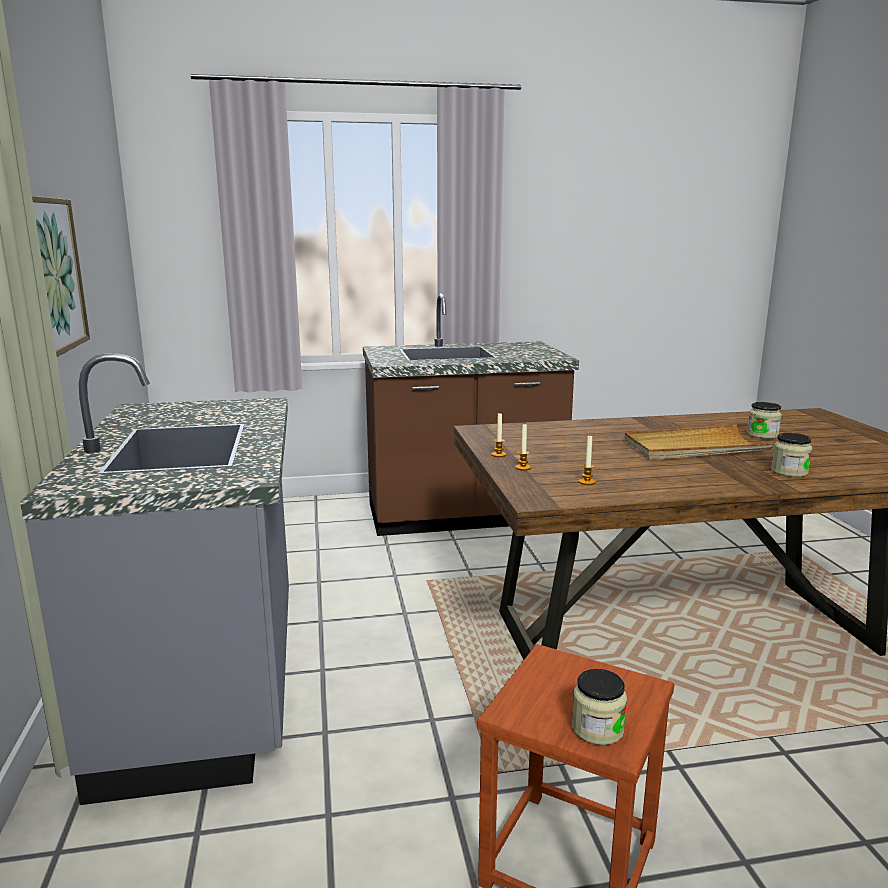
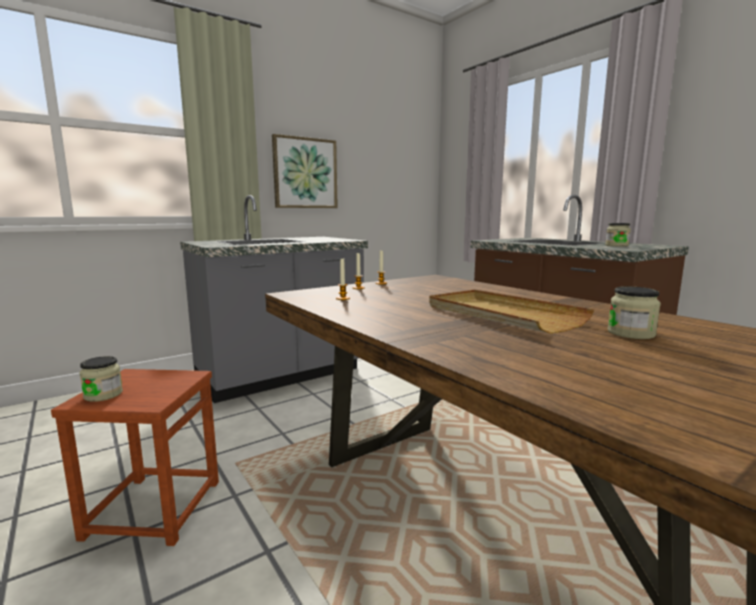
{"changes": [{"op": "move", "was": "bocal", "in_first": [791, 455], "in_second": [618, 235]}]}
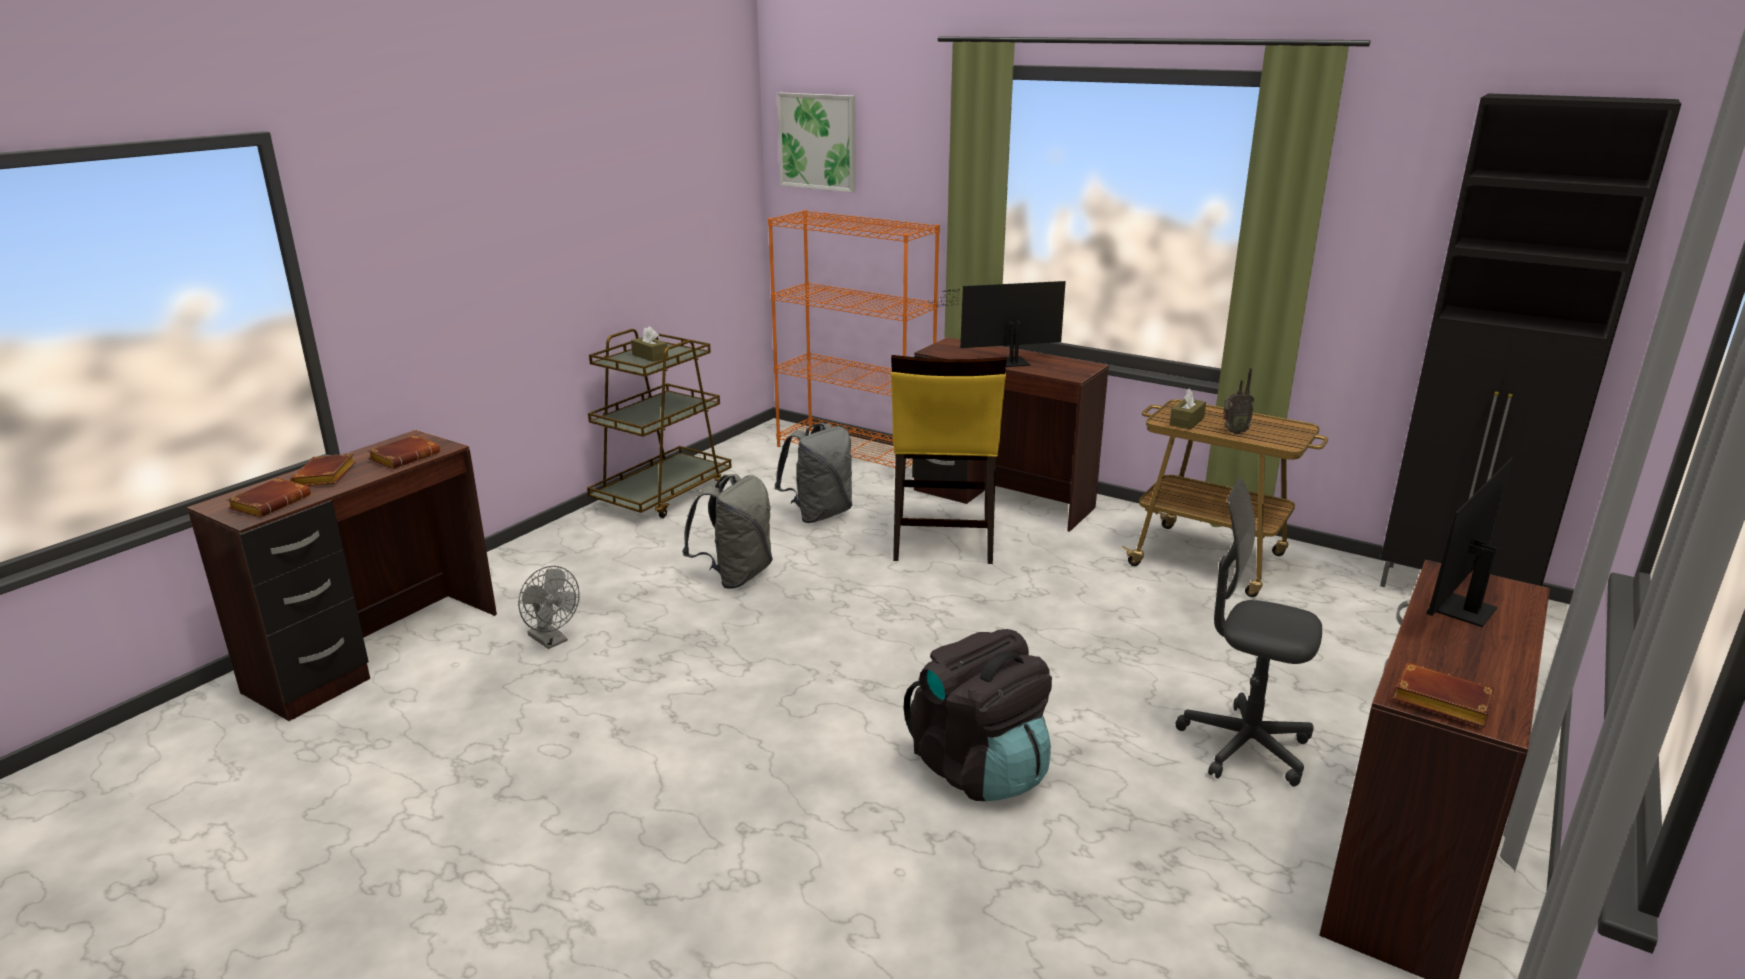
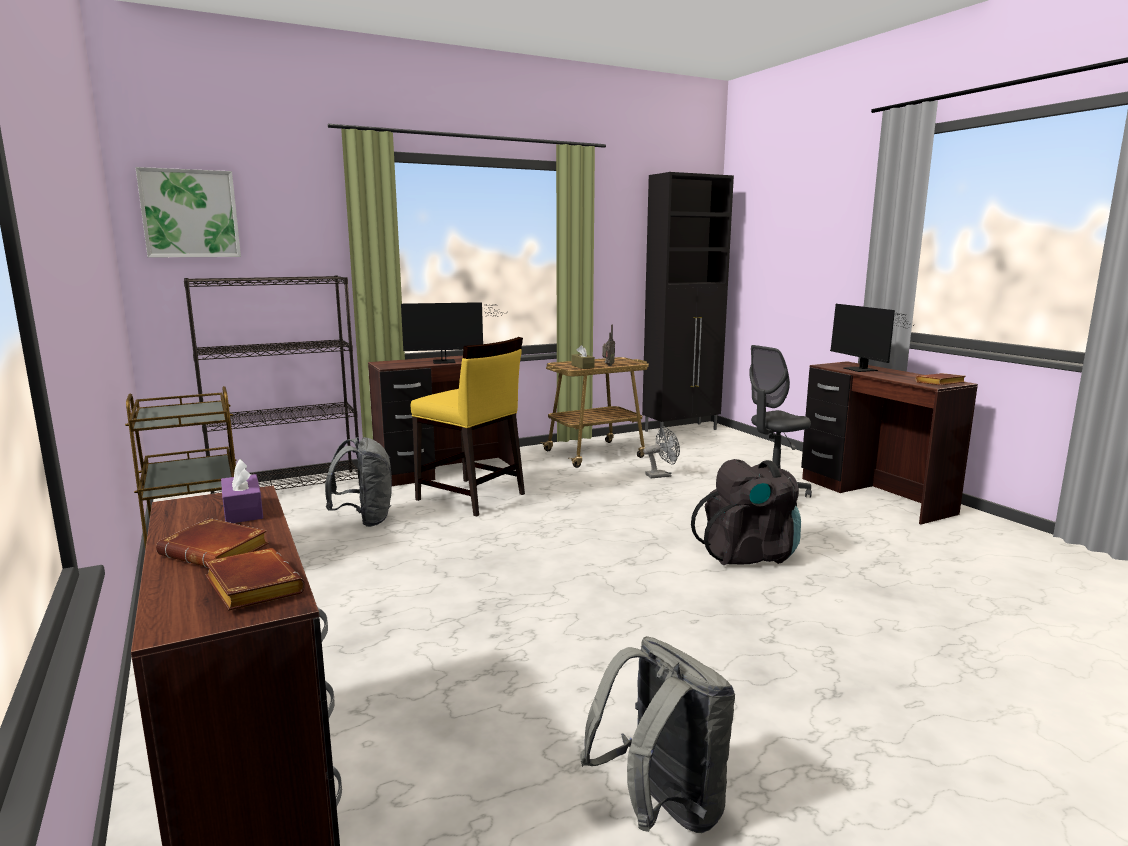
{"changes": [{"op": "delete", "was": "boîte à mouchoirs [marron]", "in_first": [649, 344]}, {"op": "move", "was": "ventilateur [gris]", "in_first": [548, 607], "in_second": [661, 452]}, {"op": "move", "was": "sac à dos [gris]", "in_first": [727, 531], "in_second": [657, 734]}, {"op": "replace", "was": "livre [marron]", "now": "boîte à mouchoirs [violet]", "in_first": [404, 452], "in_second": [242, 491]}, {"op": "recolor", "was": "bibliothèque [orange]", "now": "bibliothèque [noir]", "in_first": [854, 339], "in_second": [272, 384]}, {"op": "rotate", "was": "écran d'ordinateur", "in_first": [997, 324], "in_second": [452, 333], "clockwise": -120}]}
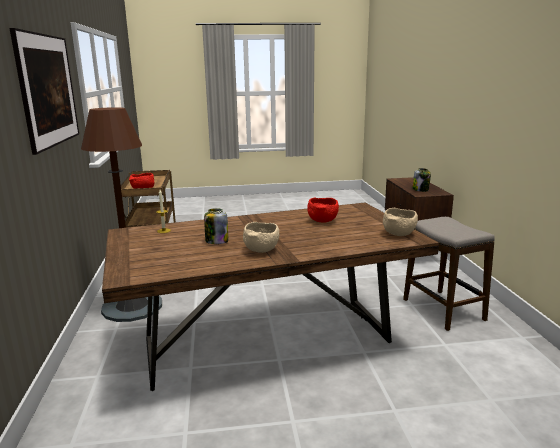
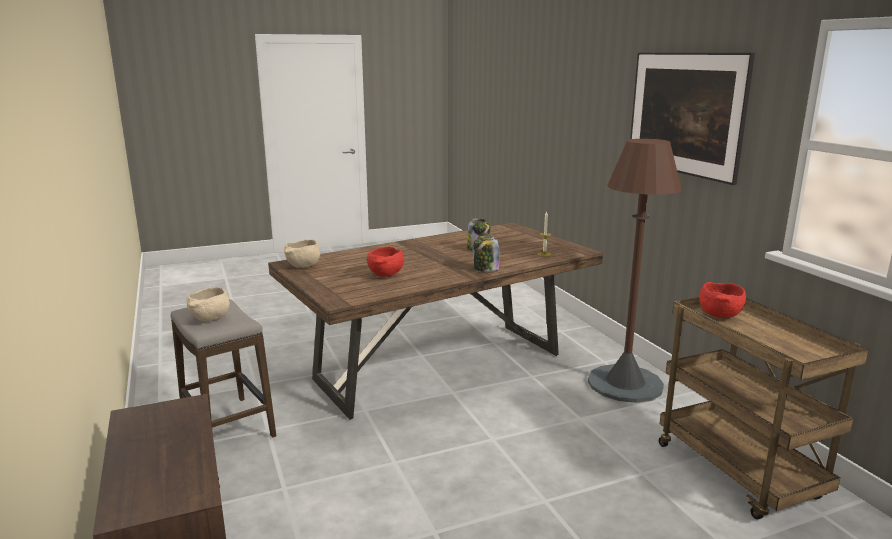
{"changes": [{"op": "move", "was": "bol [beige]", "in_first": [261, 237], "in_second": [208, 304]}, {"op": "move", "was": "bocal", "in_first": [421, 180], "in_second": [486, 254]}]}
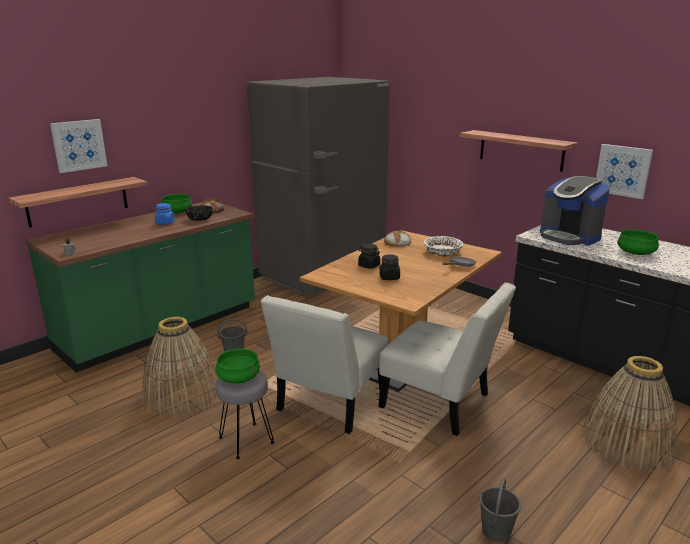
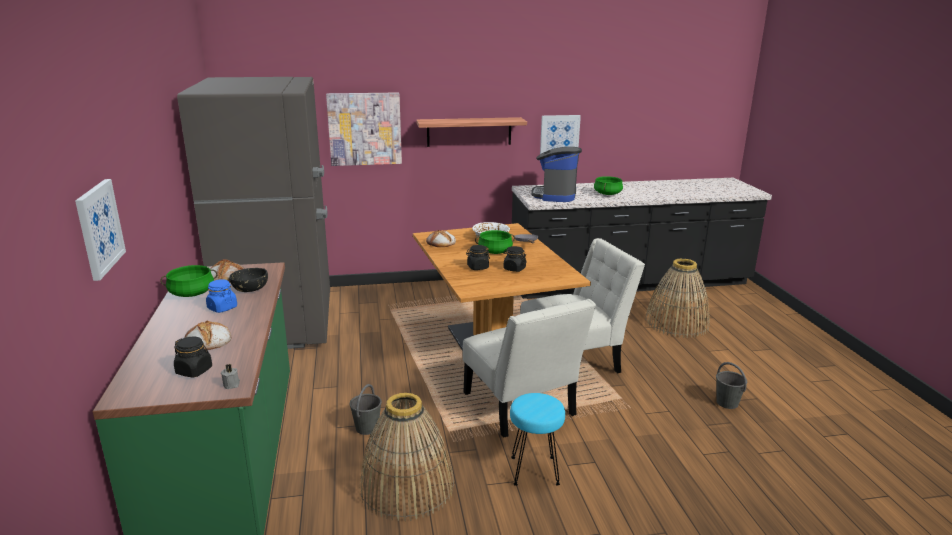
{"changes": [{"op": "delete", "was": "étagère", "in_first": [78, 202]}, {"op": "insert", "now": "bocal [noir]", "in_second": [193, 357]}, {"op": "insert", "now": "pain", "in_second": [207, 335]}, {"op": "insert", "now": "tableau", "in_second": [364, 129]}, {"op": "move", "was": "marmite [vert]", "in_first": [237, 366], "in_second": [495, 242]}, {"op": "recolor", "was": "tabouret [gris]", "now": "tabouret [turquoise]", "in_first": [245, 414], "in_second": [537, 439]}, {"op": "rotate", "was": "machine à café", "in_first": [575, 211], "in_second": [556, 174], "clockwise": 105}]}
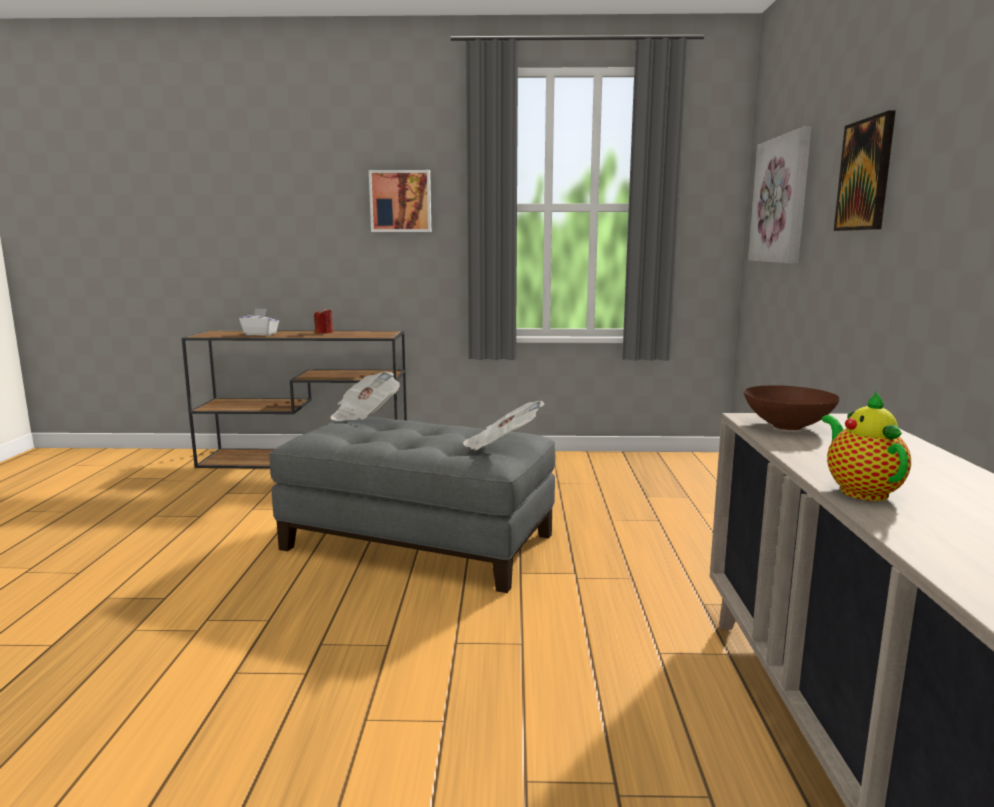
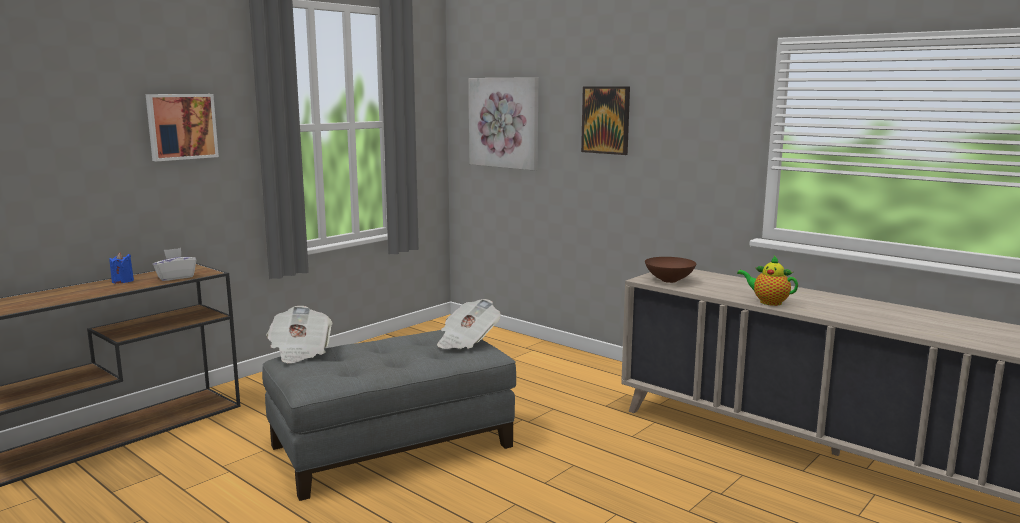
{"changes": [{"op": "move", "was": "boîte à mouchoirs [blanc]", "in_first": [259, 322], "in_second": [174, 264]}, {"op": "recolor", "was": "bougie [rouge]", "now": "bougie [bleu]", "in_first": [323, 321], "in_second": [121, 268]}]}
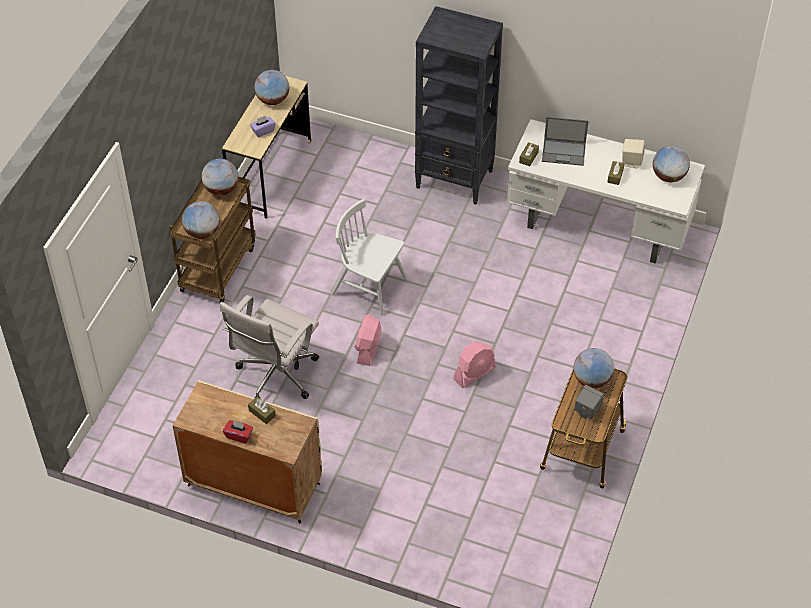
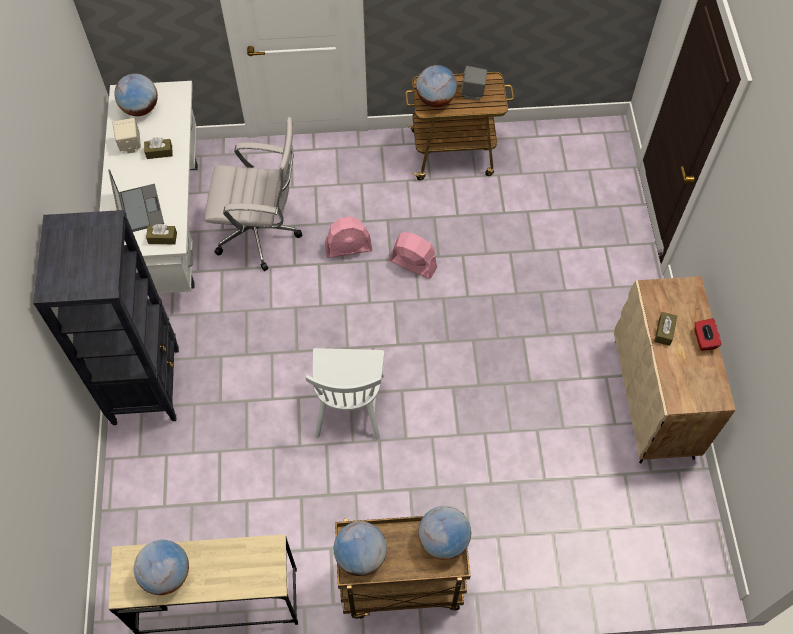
{"changes": [{"op": "delete", "was": "boîte à mouchoirs [violet]", "in_first": [263, 126]}, {"op": "move", "was": "chaise de bureau [blanc]", "in_first": [269, 347], "in_second": [253, 194]}, {"op": "move", "was": "ventilateur [rose]", "in_first": [368, 340], "in_second": [348, 237]}]}
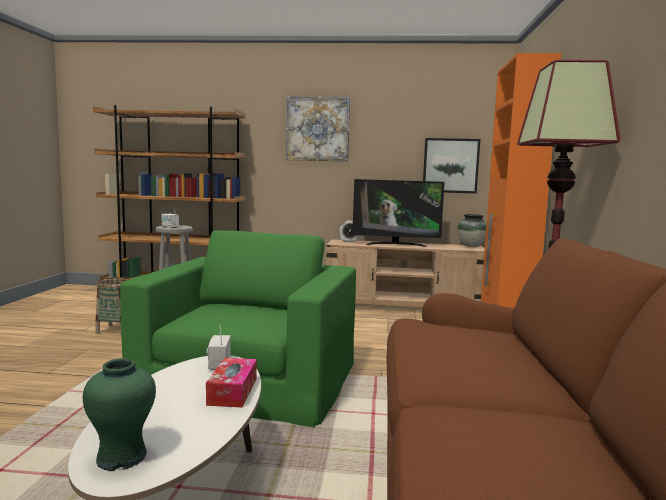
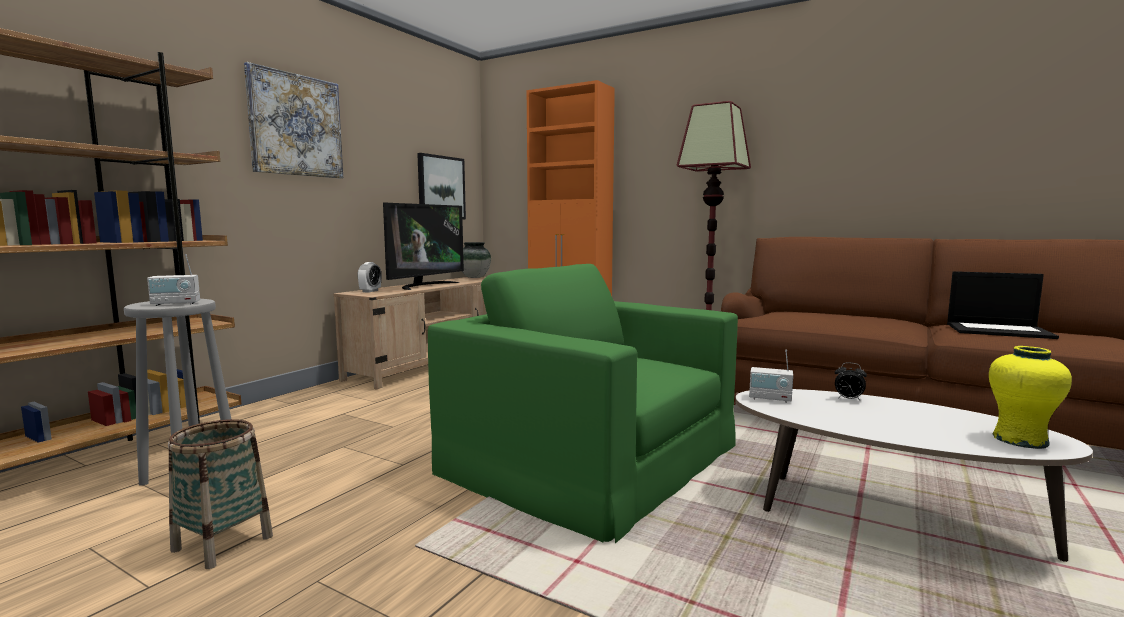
{"changes": [{"op": "insert", "now": "ordinateur portable", "in_second": [1003, 305]}, {"op": "replace", "was": "boîte à mouchoirs", "now": "réveil", "in_first": [231, 382], "in_second": [851, 381]}, {"op": "recolor", "was": "vase [vert]", "now": "vase [jaune]", "in_first": [119, 414], "in_second": [1030, 397]}]}
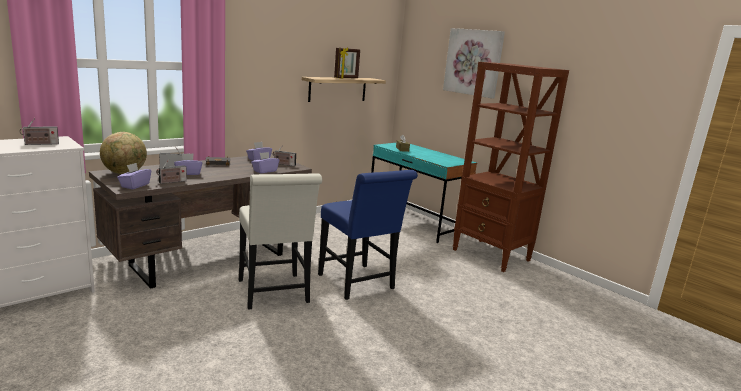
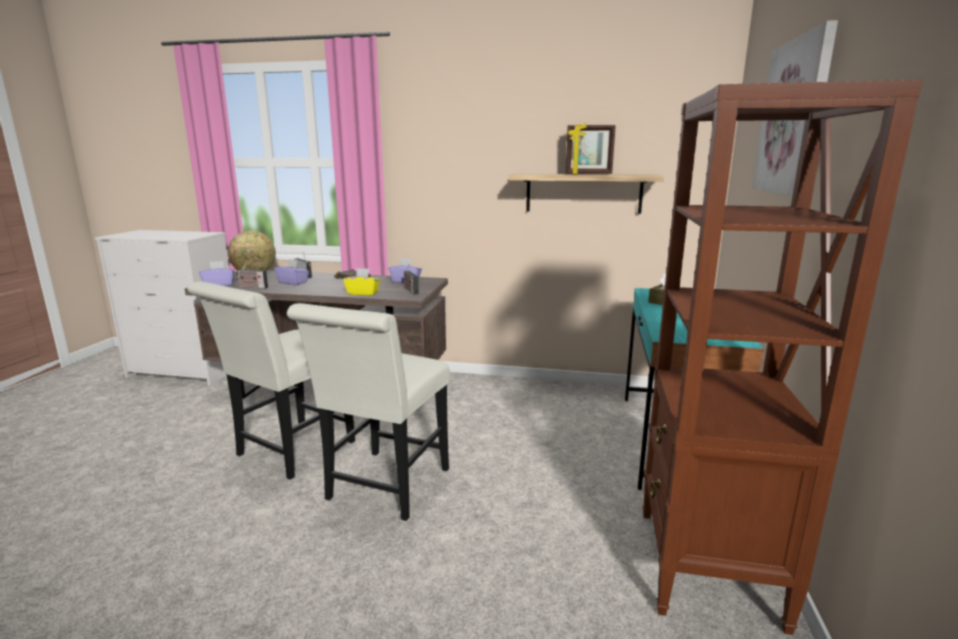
{"changes": [{"op": "delete", "was": "radio", "in_first": [39, 131]}, {"op": "recolor", "was": "boîte à mouchoirs [violet]", "now": "boîte à mouchoirs [jaune]", "in_first": [265, 162], "in_second": [361, 282]}, {"op": "recolor", "was": "chaise [bleu]", "now": "chaise [blanc]", "in_first": [368, 235], "in_second": [368, 412]}]}
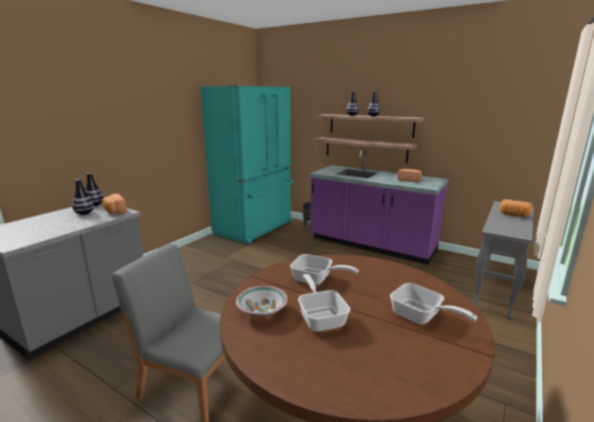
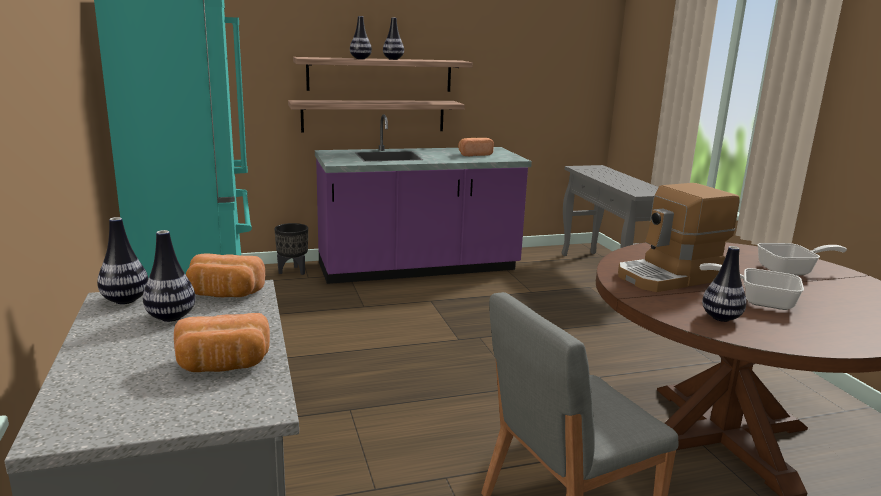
{"changes": [{"op": "move", "was": "pain", "in_first": [516, 208], "in_second": [222, 342]}, {"op": "replace", "was": "bol", "now": "vase", "in_first": [262, 302], "in_second": [724, 284]}, {"op": "replace", "was": "poêle", "now": "machine à café", "in_first": [324, 269], "in_second": [679, 237]}]}
